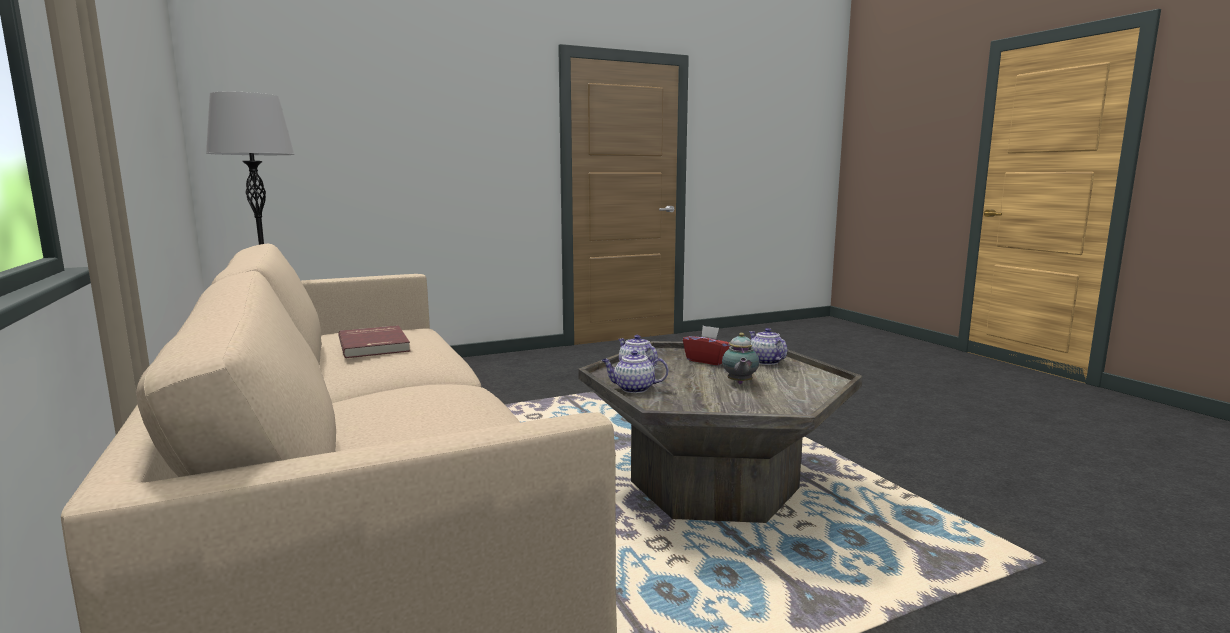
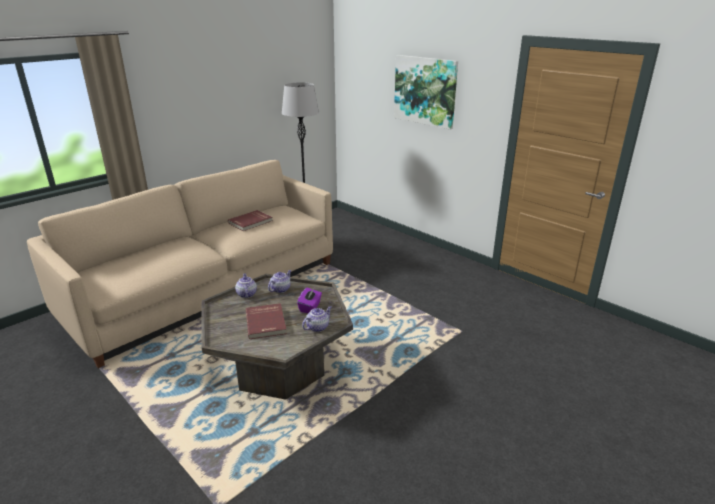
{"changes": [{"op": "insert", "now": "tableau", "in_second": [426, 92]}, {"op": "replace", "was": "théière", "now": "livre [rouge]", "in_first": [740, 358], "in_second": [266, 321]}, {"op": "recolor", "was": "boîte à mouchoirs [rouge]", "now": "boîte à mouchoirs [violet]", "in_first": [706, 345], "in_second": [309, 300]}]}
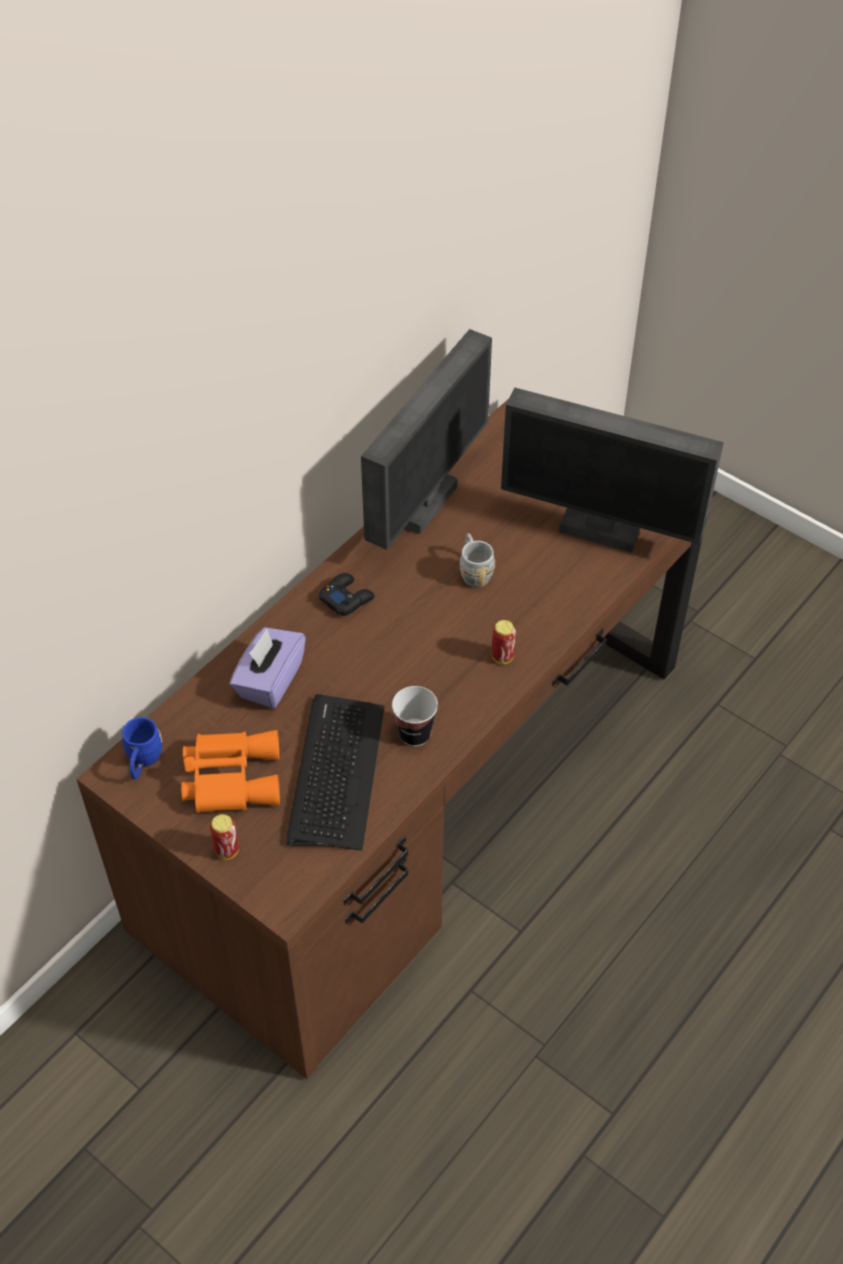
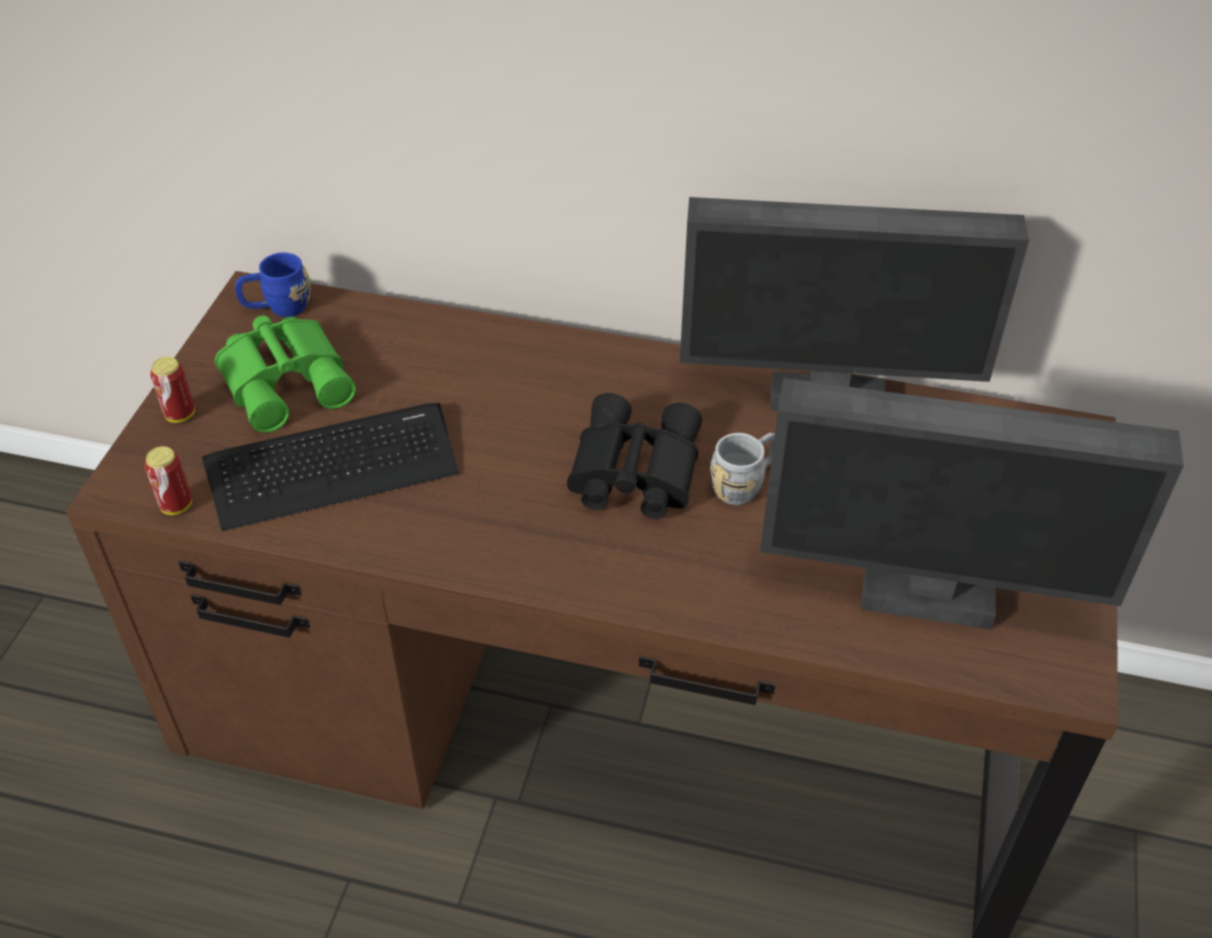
{"changes": [{"op": "delete", "was": "boîte à mouchoirs [violet]", "in_first": [268, 668]}, {"op": "delete", "was": "manette [noir]", "in_first": [347, 594]}, {"op": "delete", "was": "tasse", "in_first": [415, 716]}, {"op": "insert", "now": "jumelles [noir]", "in_second": [634, 456]}, {"op": "move", "was": "boîte métallique", "in_first": [504, 642], "in_second": [168, 480]}, {"op": "recolor", "was": "jumelles [orange]", "now": "jumelles [vert]", "in_first": [230, 771], "in_second": [285, 374]}, {"op": "rotate", "was": "écran d'ordinateur", "in_first": [612, 470], "in_second": [972, 503], "clockwise": -75}]}
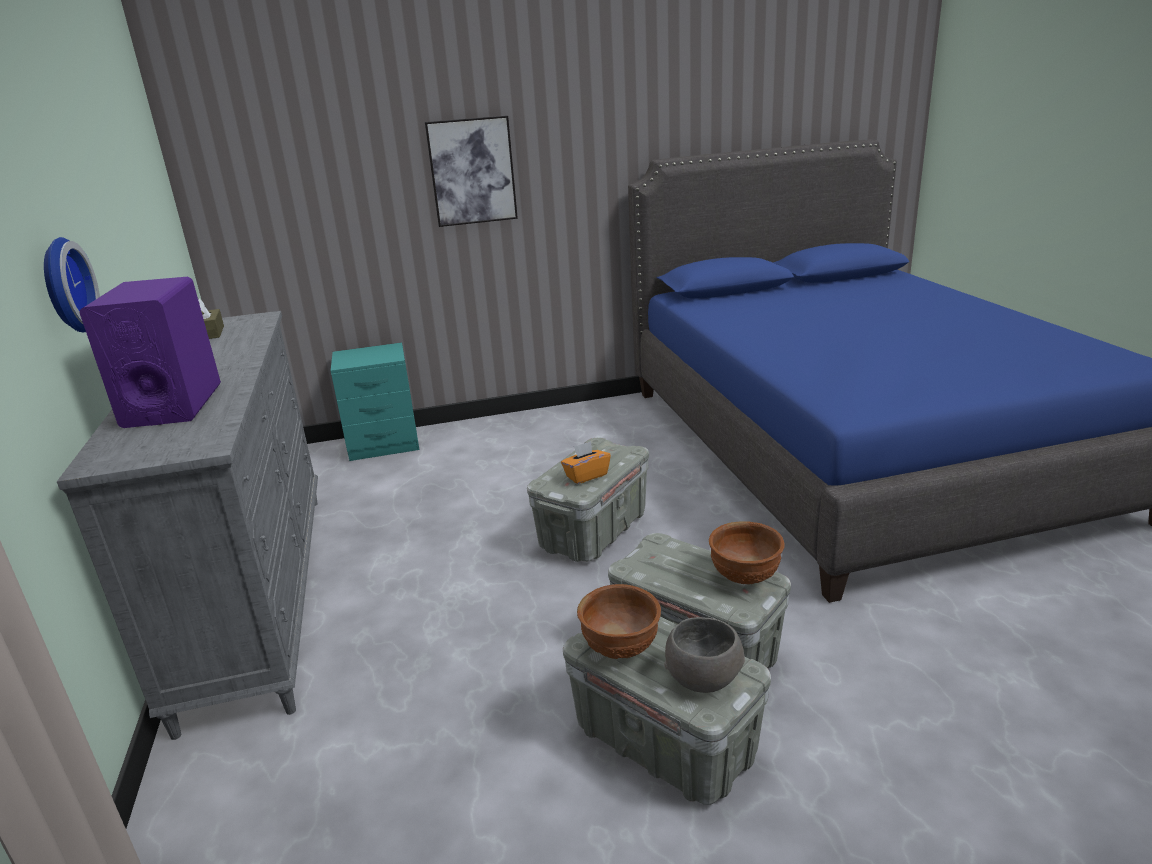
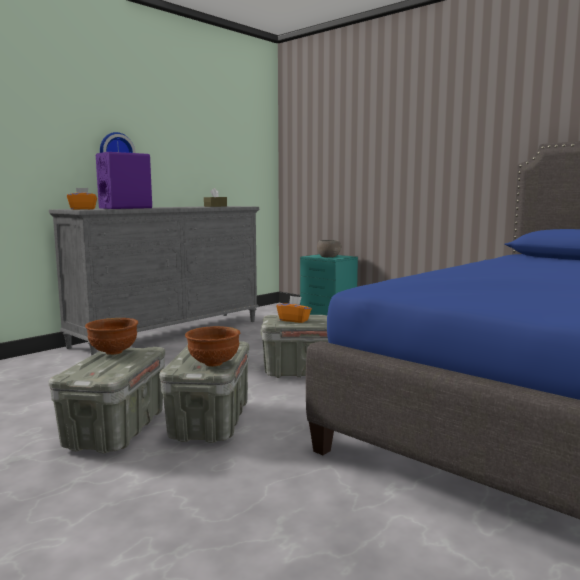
{"changes": [{"op": "delete", "was": "tableau", "in_first": [471, 171]}, {"op": "insert", "now": "boîte à mouchoirs [orange]", "in_second": [82, 199]}, {"op": "move", "was": "bol [gris]", "in_first": [704, 655], "in_second": [329, 248]}]}
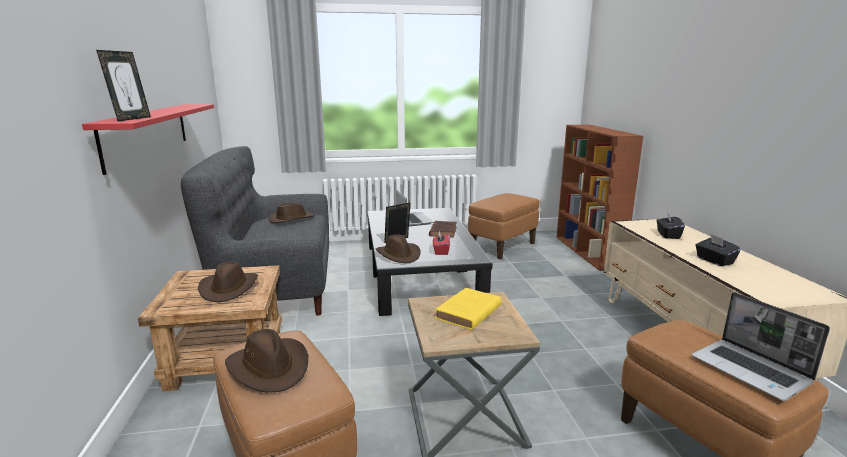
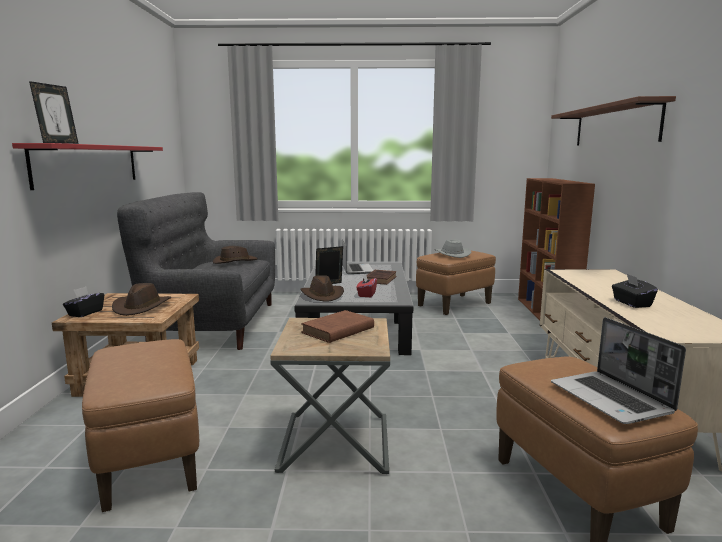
{"changes": [{"op": "delete", "was": "chapeau [marron]", "in_first": [266, 360]}, {"op": "insert", "now": "chapeau [gris]", "in_second": [452, 248]}, {"op": "insert", "now": "étagère [marron]", "in_second": [613, 121]}, {"op": "move", "was": "boîte à mouchoirs [noir]", "in_first": [670, 225], "in_second": [83, 301]}, {"op": "recolor", "was": "livre [jaune]", "now": "livre [marron]", "in_first": [468, 309], "in_second": [337, 326]}]}
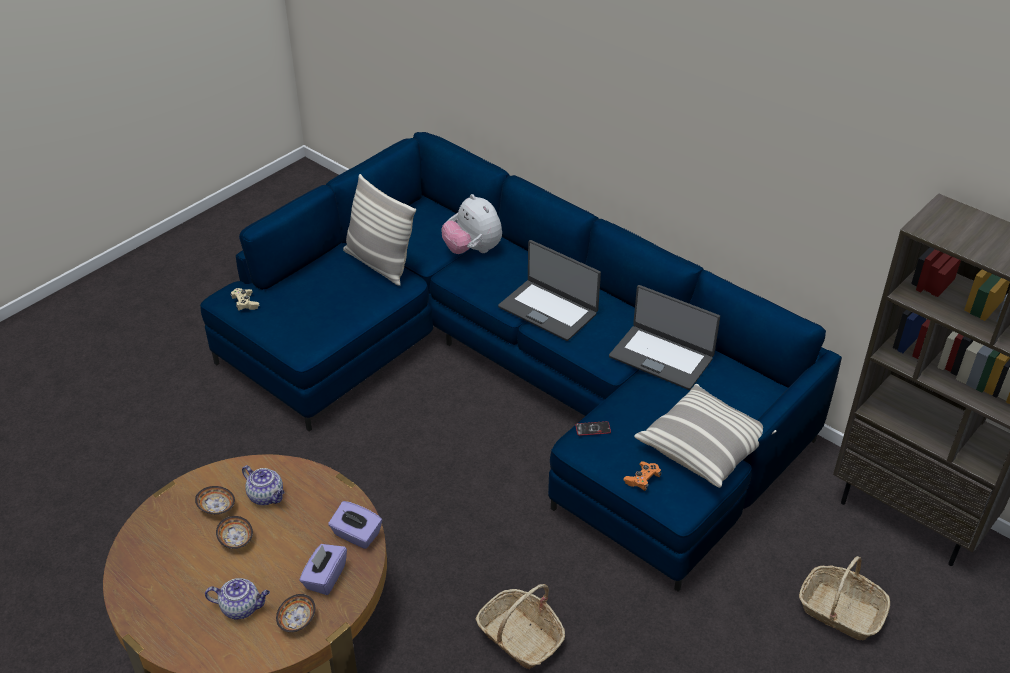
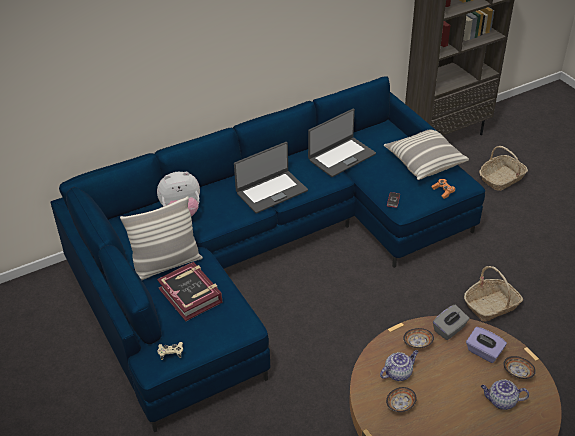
{"changes": [{"op": "insert", "now": "livre", "in_second": [190, 291]}, {"op": "move", "was": "bol", "in_first": [234, 532], "in_second": [418, 338]}, {"op": "recolor", "was": "boîte à mouchoirs [violet]", "now": "boîte à mouchoirs [gris]", "in_first": [355, 525], "in_second": [451, 322]}, {"op": "rotate", "was": "théière", "in_first": [237, 598], "in_second": [505, 394], "clockwise": -105}]}
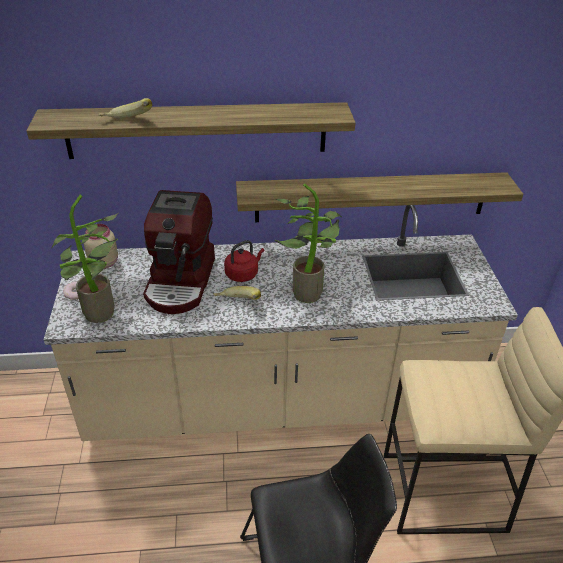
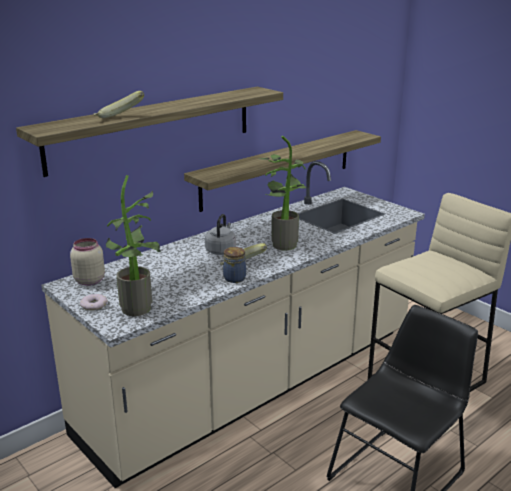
{"changes": [{"op": "delete", "was": "machine à café", "in_first": [179, 252]}, {"op": "insert", "now": "bocal", "in_second": [234, 265]}, {"op": "recolor", "was": "bouilloire [rouge]", "now": "bouilloire [gris]", "in_first": [244, 261], "in_second": [220, 234]}]}
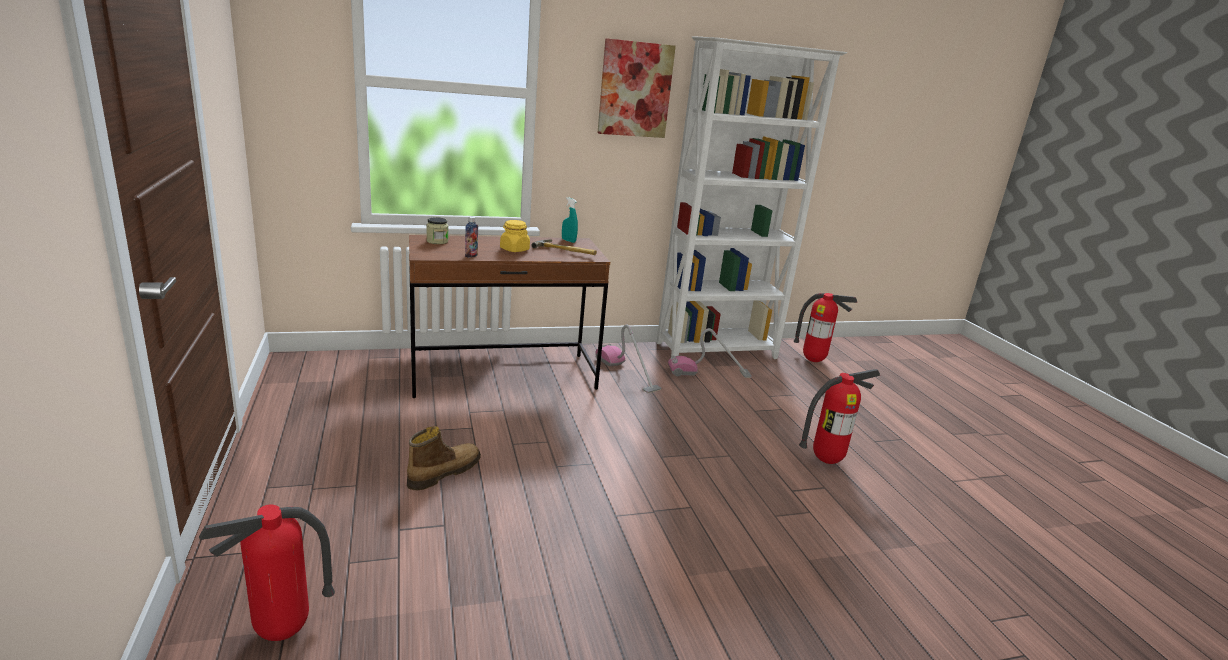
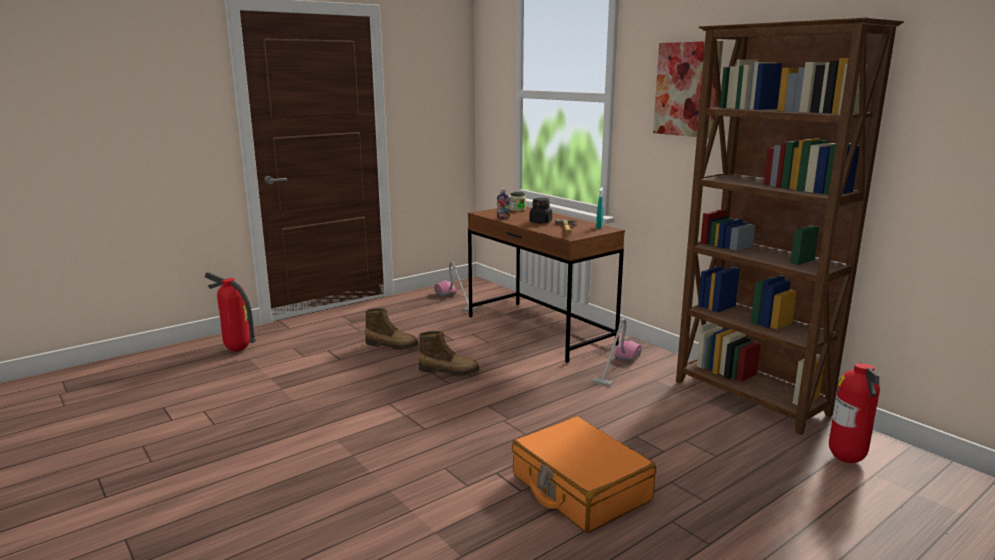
{"changes": [{"op": "insert", "now": "botte", "in_second": [449, 353]}, {"op": "move", "was": "aspirateur", "in_first": [710, 353], "in_second": [456, 286]}, {"op": "replace", "was": "extincteur", "now": "valise [orange]", "in_first": [839, 416], "in_second": [584, 474]}, {"op": "recolor", "was": "bocal [jaune]", "now": "bocal [noir]", "in_first": [515, 236], "in_second": [540, 210]}, {"op": "recolor", "was": "bibliothèque [blanc]", "now": "bibliothèque [marron]", "in_first": [751, 197], "in_second": [790, 226]}]}
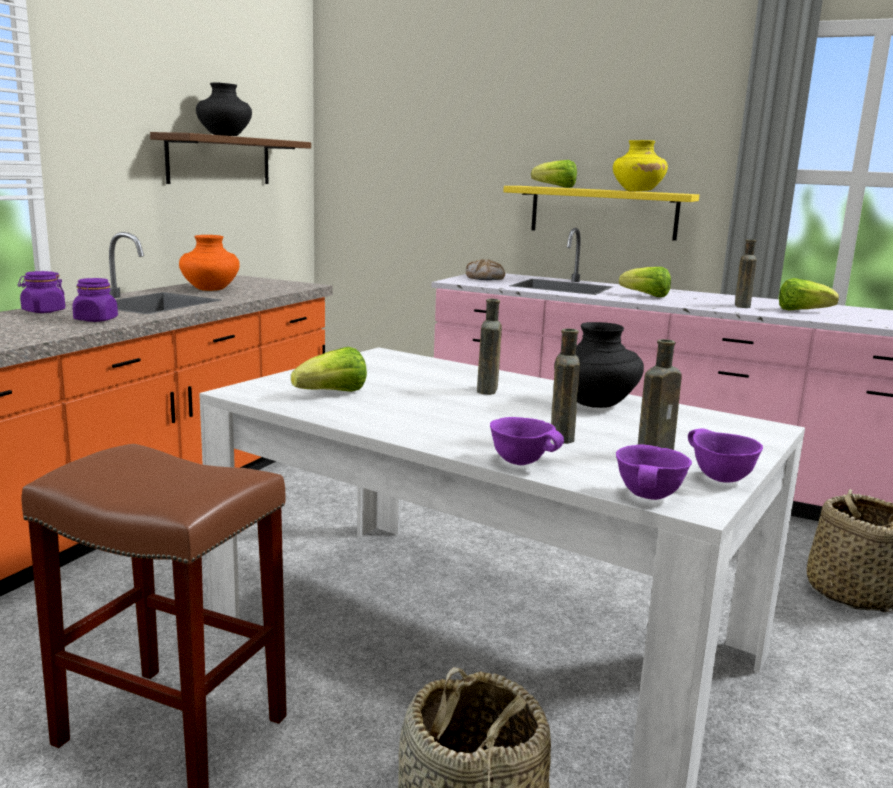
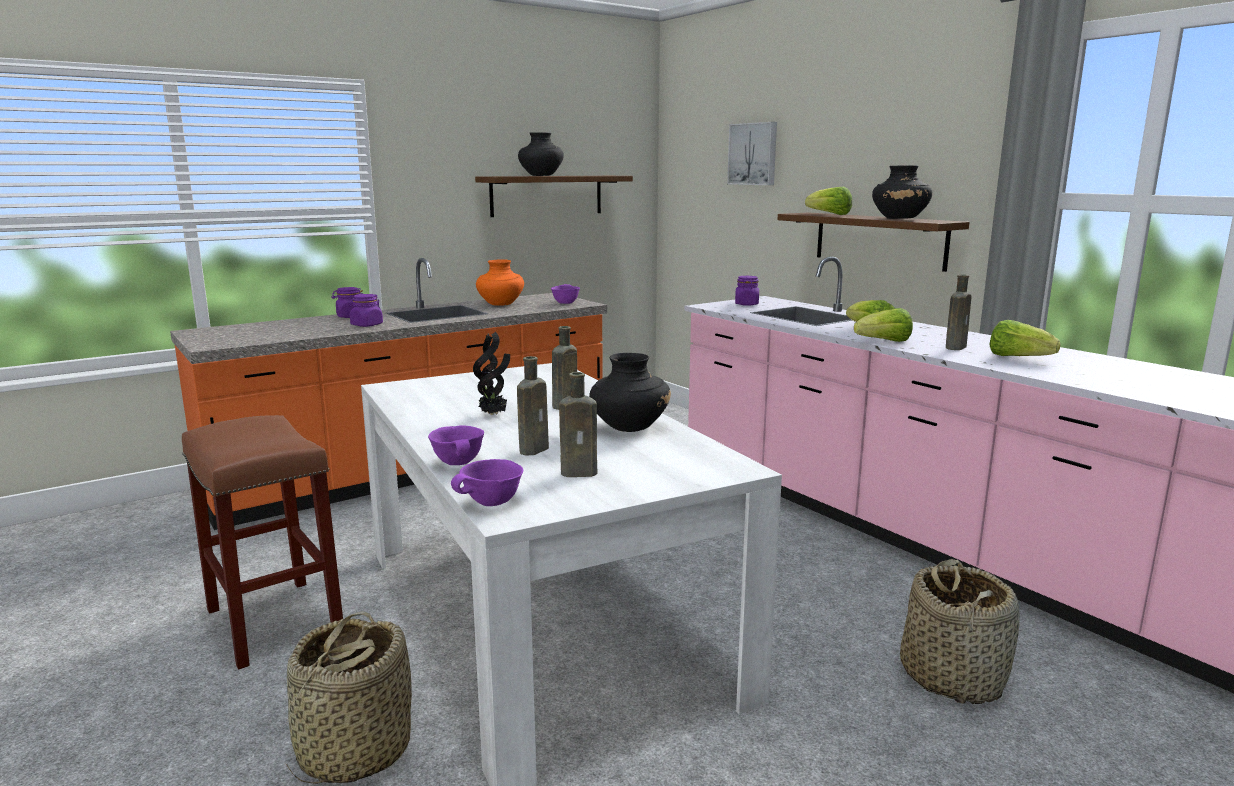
{"changes": [{"op": "insert", "now": "plante en pot", "in_second": [491, 373]}, {"op": "insert", "now": "tableau", "in_second": [752, 153]}, {"op": "move", "was": "laitue", "in_first": [329, 369], "in_second": [883, 325]}, {"op": "move", "was": "bol [violet]", "in_first": [725, 455], "in_second": [565, 294]}, {"op": "replace", "was": "pain", "now": "bocal [violet]", "in_first": [485, 269], "in_second": [747, 291]}, {"op": "recolor", "was": "étagère [jaune]", "now": "étagère [marron]", "in_first": [601, 213], "in_second": [873, 242]}, {"op": "recolor", "was": "vase [jaune]", "now": "vase [noir]", "in_first": [640, 165], "in_second": [902, 192]}]}
